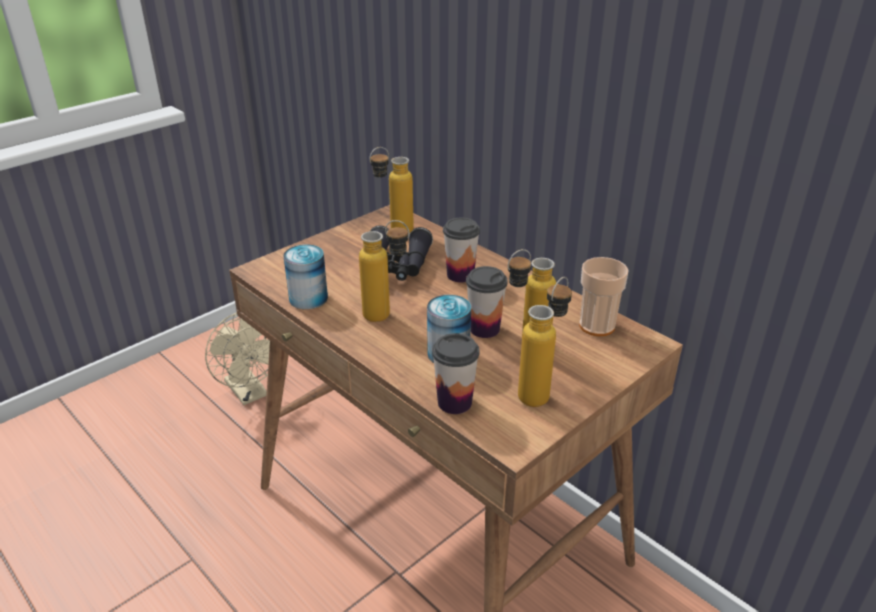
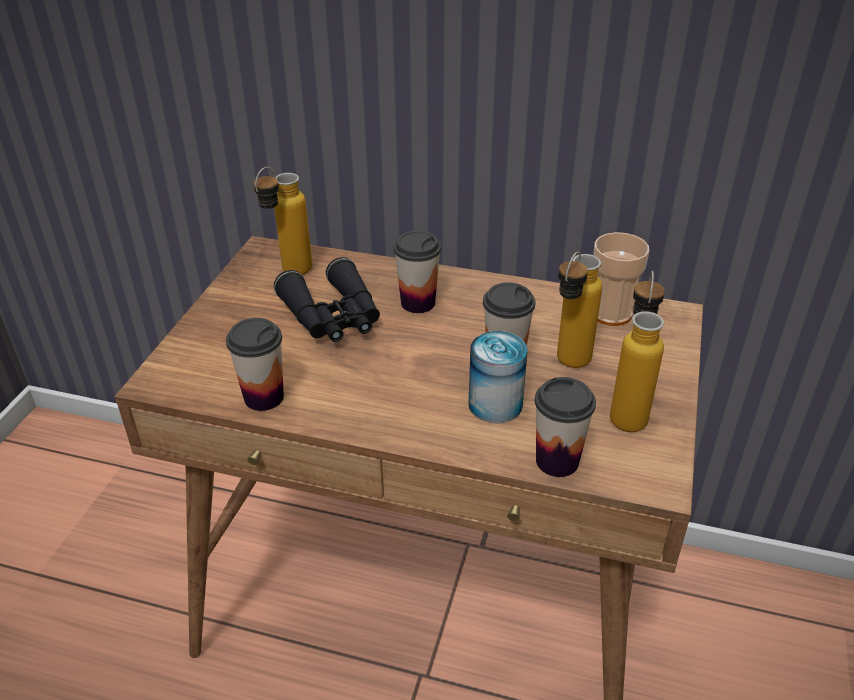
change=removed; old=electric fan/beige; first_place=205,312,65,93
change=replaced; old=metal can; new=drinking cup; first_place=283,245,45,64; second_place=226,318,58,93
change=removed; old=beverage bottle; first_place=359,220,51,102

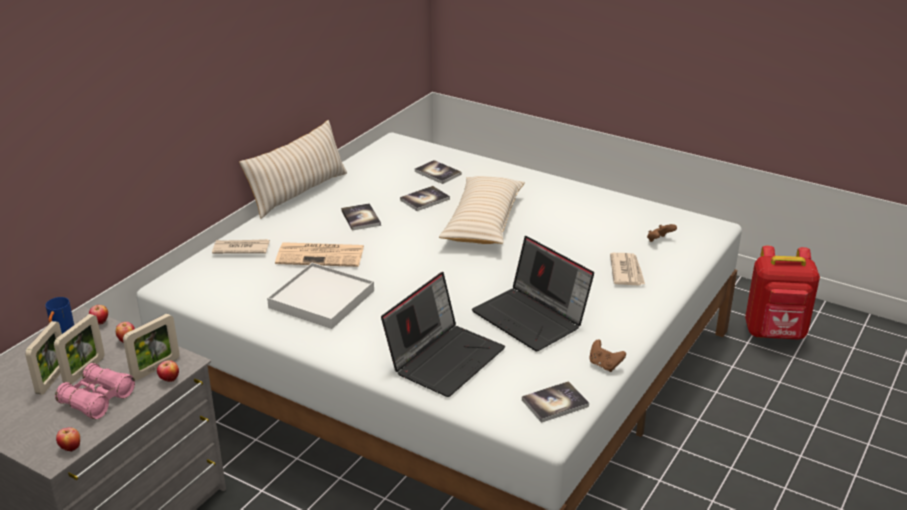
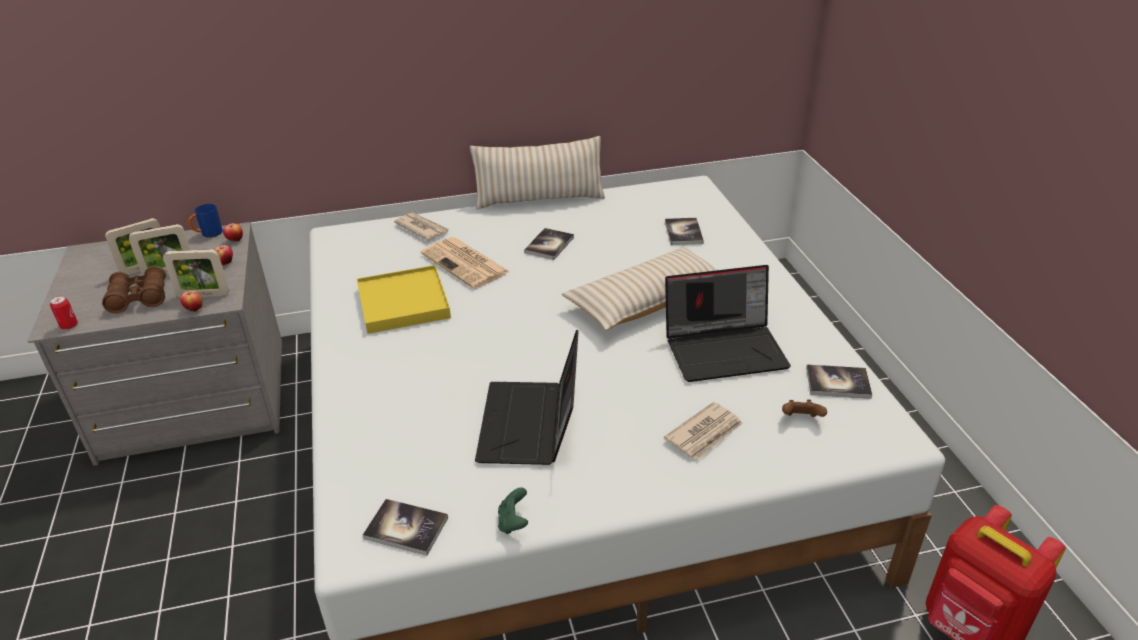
change=recoloured; old=field glasses/pink; new=field glasses/brown; first_place=55,363,80,56; second_place=102,266,64,48
change=replaced; old=apple fruit; new=metal can; first_place=56,427,24,25; second_place=50,296,28,34
change=recoloured; old=serving tray/whitish; new=serving tray/yellow-coloured; first_place=267,263,107,66; second_place=357,265,94,69
change=moved; old=notebook computer; first_place=381,272,124,125; second_place=665,265,126,117
change=moved; old=bound book; first_place=400,186,50,25; second_place=806,365,66,34
change=recoloured; old=game controller/brown; new=game controller/green; first_place=589,339,37,33; second_place=498,487,30,47

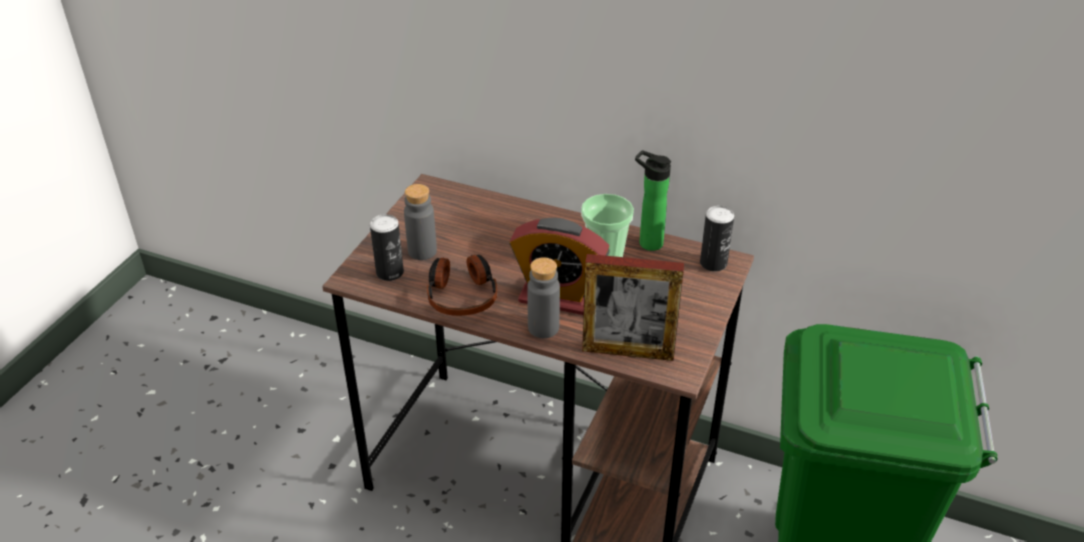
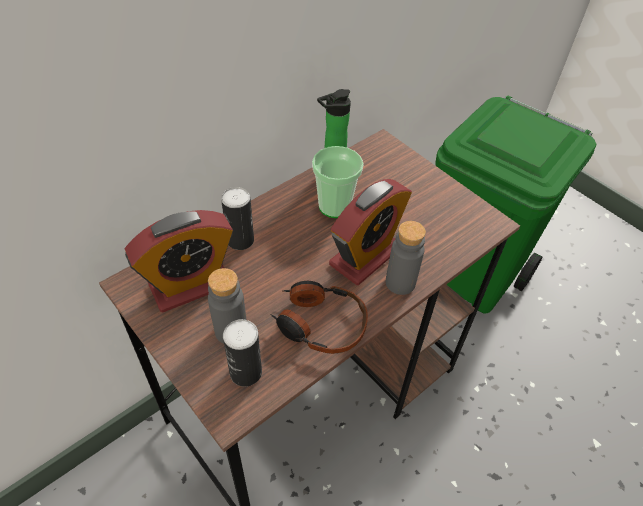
change=removed; old=picture frame; first_place=582,254,102,107
change=moved; old=metal can; first_place=700,206,34,66; second_place=221,187,33,63
change=added; new=bedside clock; second_place=125,210,108,103

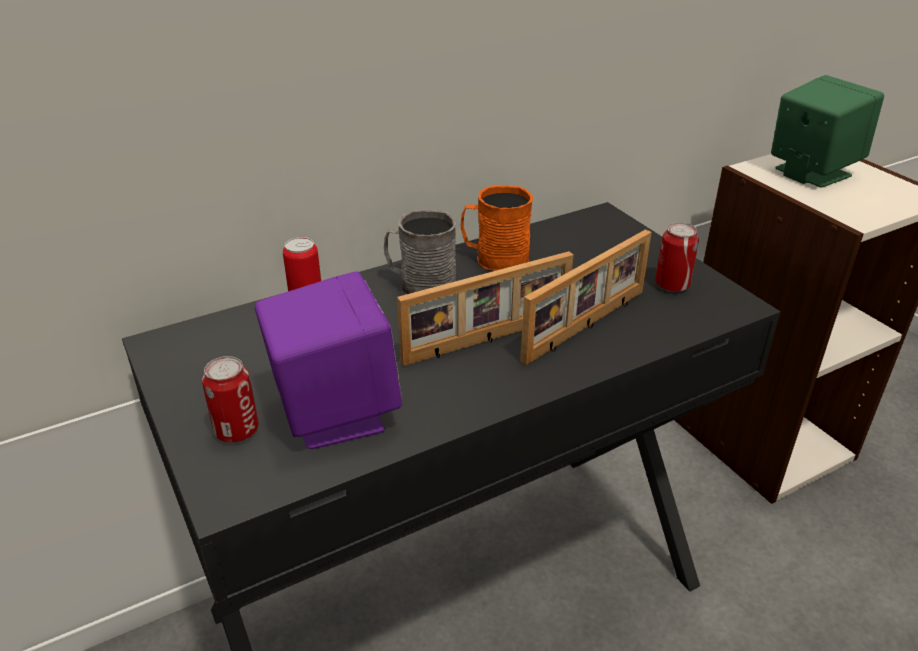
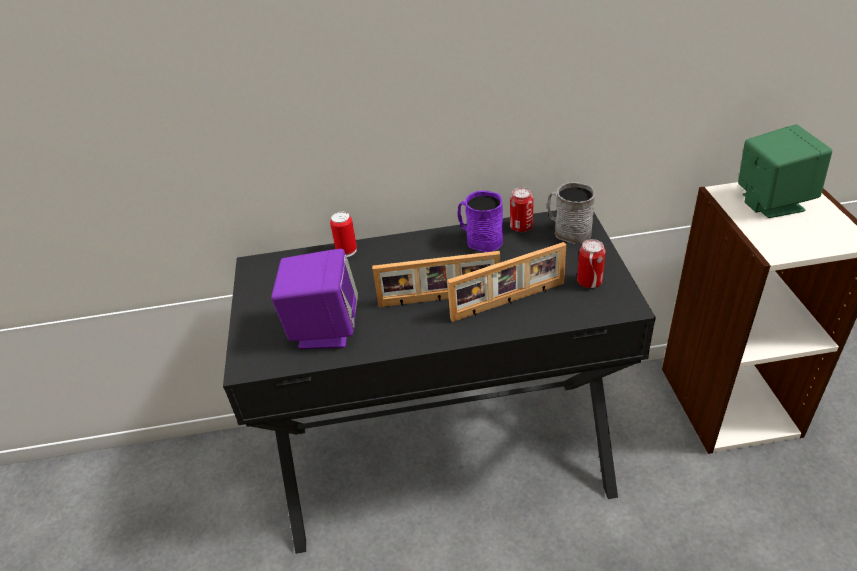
change=moved; old=metal can; first_place=202,356,57,86; second_place=510,187,23,45
change=moved; old=mug/greyish; first_place=384,209,72,86; second_place=547,182,48,62
change=recoloured; old=mug/orangey; new=mug/purple; first_place=461,185,72,86; second_place=457,191,46,61

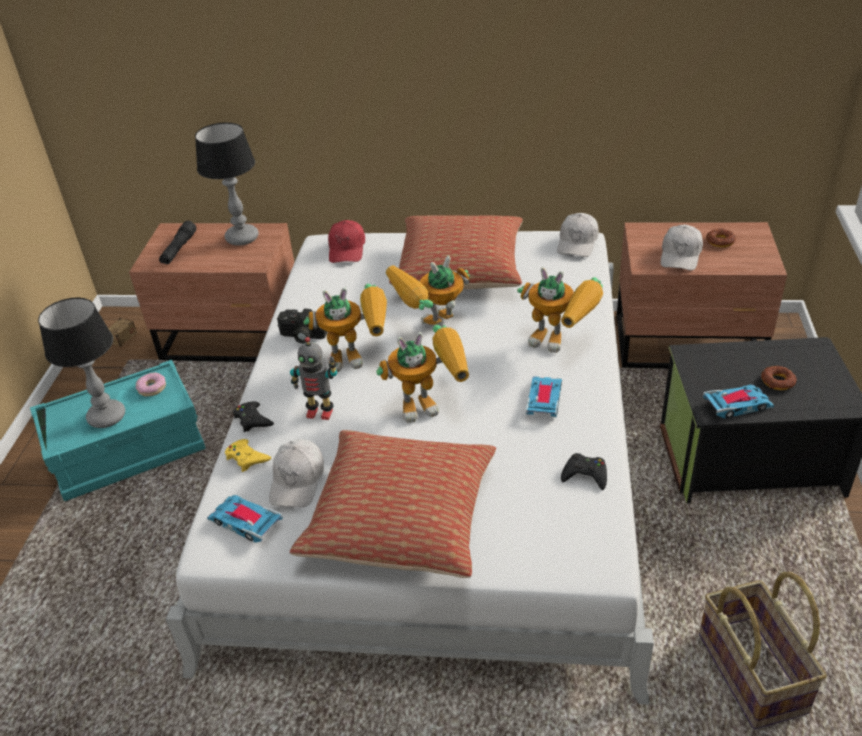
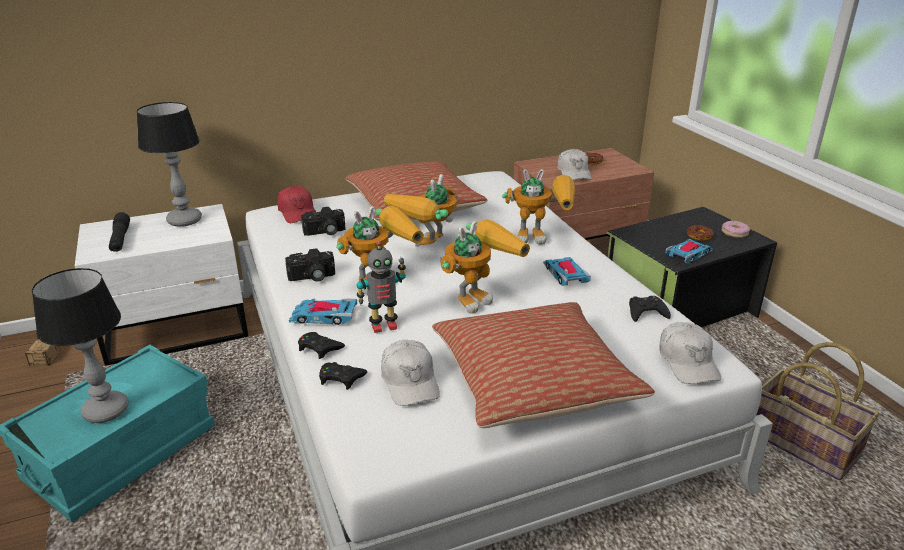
change=recoloured; old=nightstand/brown; new=nightstand/whitish; first_place=129,223,165,139; second_place=75,204,174,162
change=moved; old=donut; first_place=136,372,30,24; second_place=722,221,28,17
change=moved; old=miniature car; first_place=207,495,76,48; second_place=289,298,68,27
change=recoloured; old=game controller/yellow-coloured; new=game controller/blackish; first_place=225,439,46,33; second_place=319,362,48,28
change=moved; old=peaked cap/whitish; first_place=557,213,42,44; second_place=659,322,62,62
change=added; new=still camera; second_place=301,207,45,29

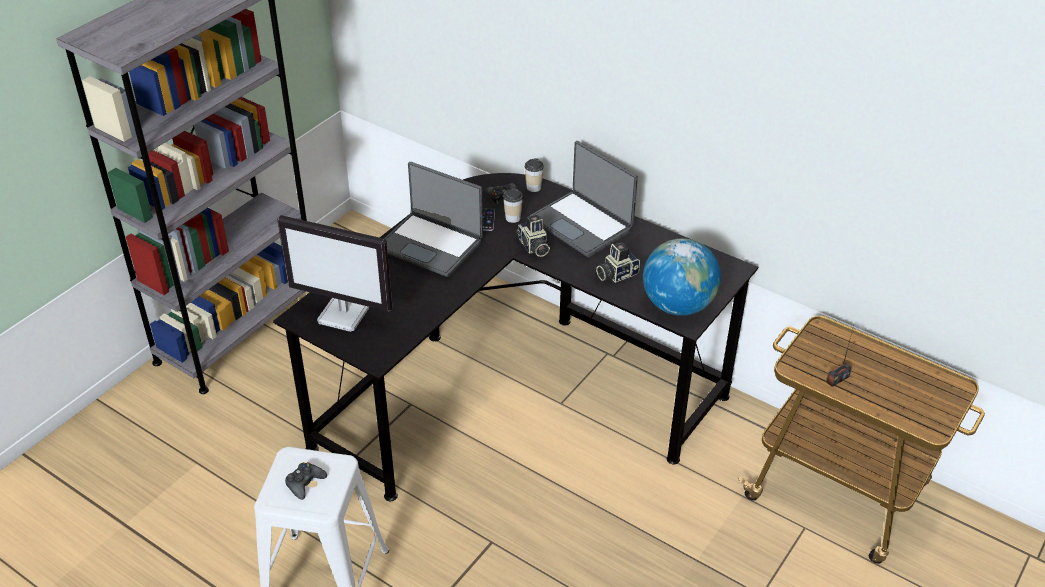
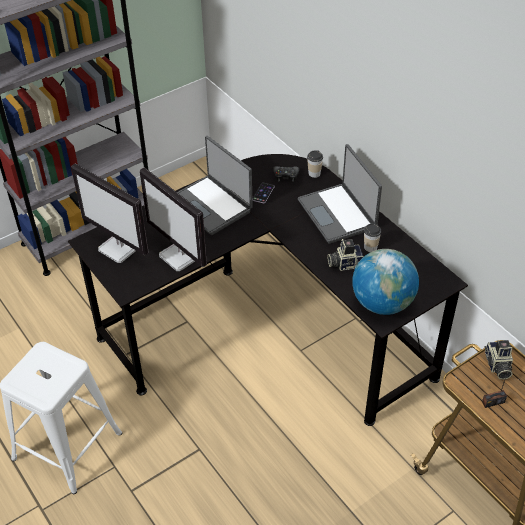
change=removed; old=game controller/blackish; first_place=285,462,42,38
change=moved; old=drinking cup; first_place=503,188,20,35; second_place=364,224,17,28
change=moved; old=still camera; first_place=516,214,34,43; second_place=485,340,28,40
change=added; new=computer display; second_place=140,168,67,103

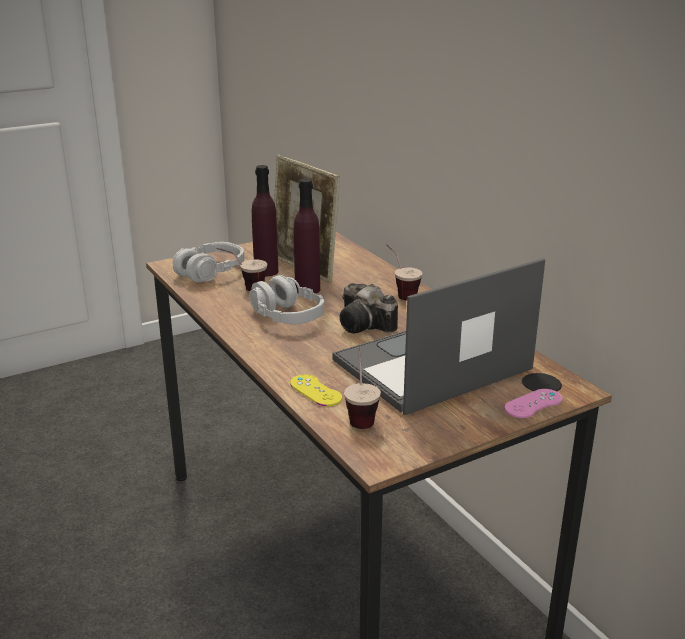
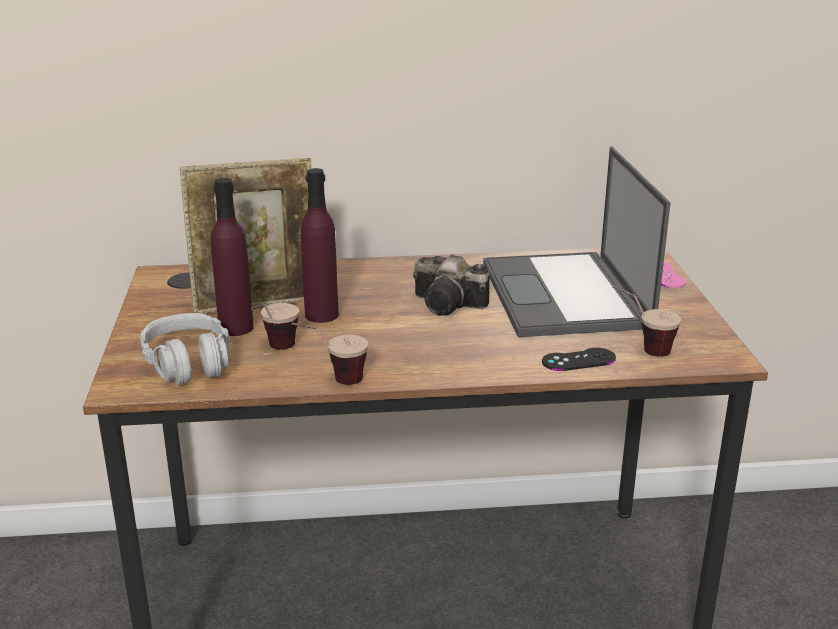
change=removed; old=headset/greyish; first_place=249,275,75,50
change=recoloured; old=game controller/yellow-coloured; new=game controller/blackish; first_place=290,375,52,31; second_place=542,348,74,23
change=turned; old=still camera; first_place=340,283,58,51; second_place=413,254,77,62; degrees=45
change=moved; old=drinking cup; first_place=386,244,36,57; second_place=292,322,76,63

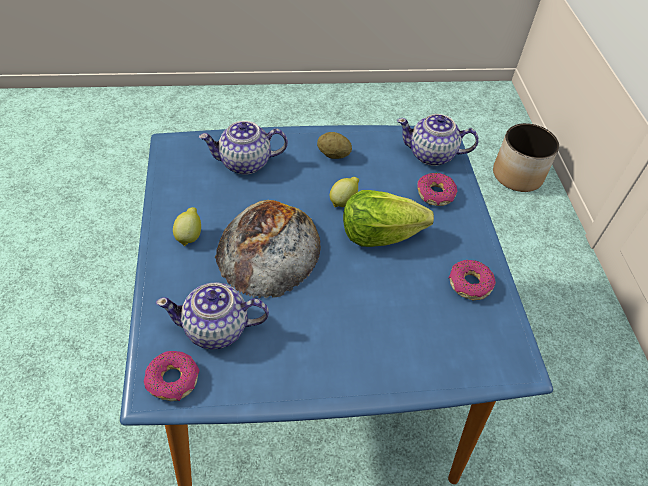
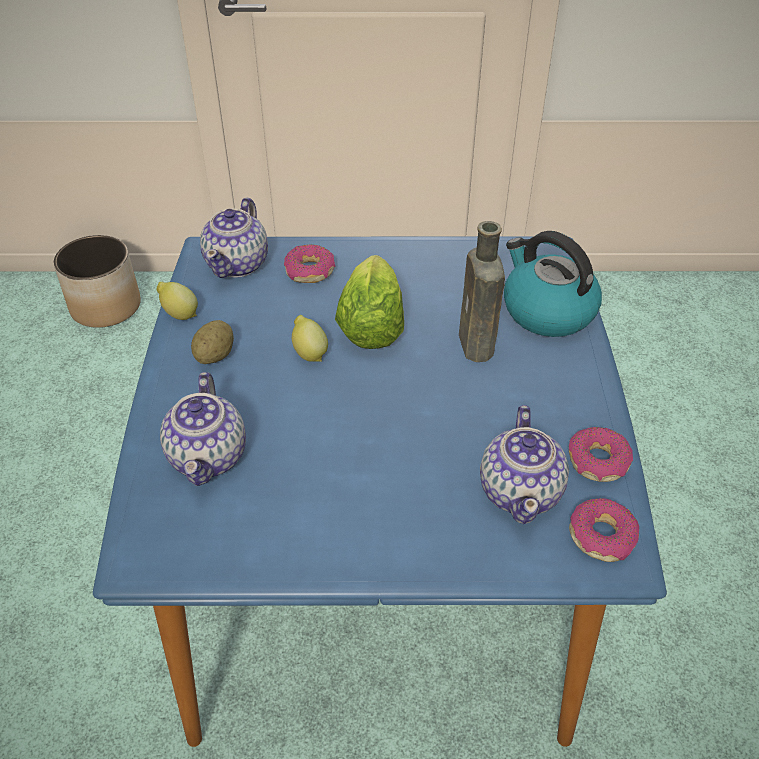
change=moved; old=citrus fruit; first_place=173,207,28,39; second_place=157,282,41,38
change=removed; old=bakery bread; first_place=215,200,106,99
change=moved; old=donut; first_place=449,260,47,40; second_place=569,427,64,55
change=added; new=beverage bottle/brown; second_place=459,221,46,141
change=added; new=kettle; second_place=504,231,98,106

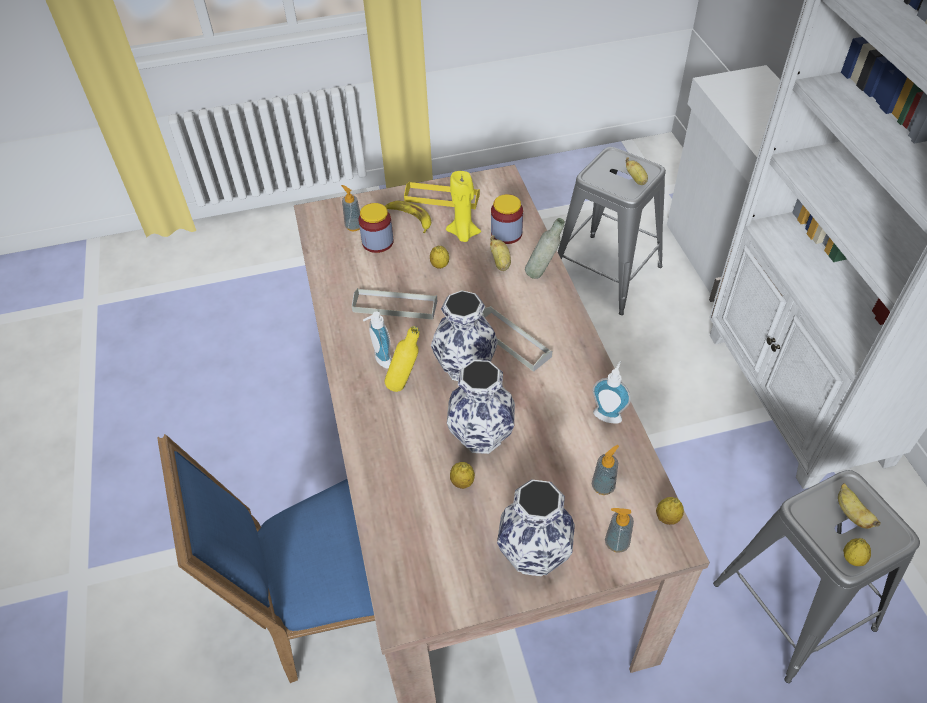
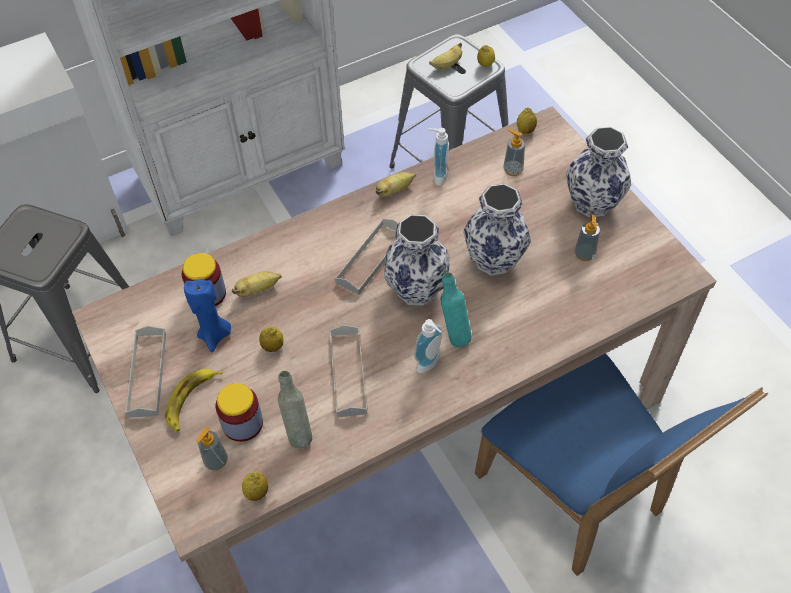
change=recoloured; old=beverage bottle/yellow-coloured; new=beverage bottle/blue-green; first_place=385,326,35,66; second_place=441,273,31,74
change=recoloured; old=serving tray/yellow-coloured; new=serving tray/greyish; first_place=404,181,76,28; second_place=125,326,41,92
change=recoloured; old=candle/yellow-coloured; new=candle/blue-coloured; first_place=446,171,35,71; second_place=184,280,47,72
change=moved; old=citrus fruit; first_place=450,462,25,27; second_place=242,472,26,29
change=moved; old=beverage bottle/greyish; first_place=525,218,40,61; second_place=278,371,34,77
change=moved; old=liquid soap bottle; first_place=605,508,29,45; second_place=575,215,25,46
change=moved; old=whole banana; first_place=625,157,23,28; second_place=376,172,40,25

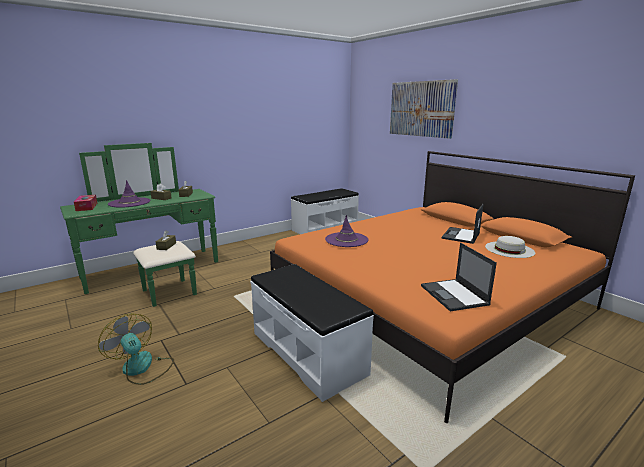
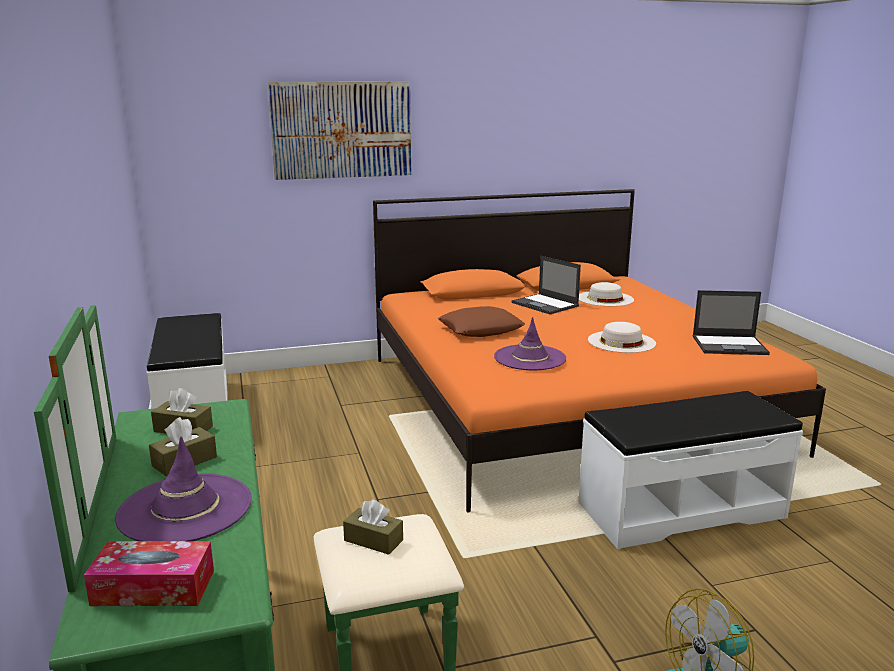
change=added; new=pillow/brown; second_place=438,306,87,31
change=added; new=wearable hat/whitish; second_place=588,322,68,31

